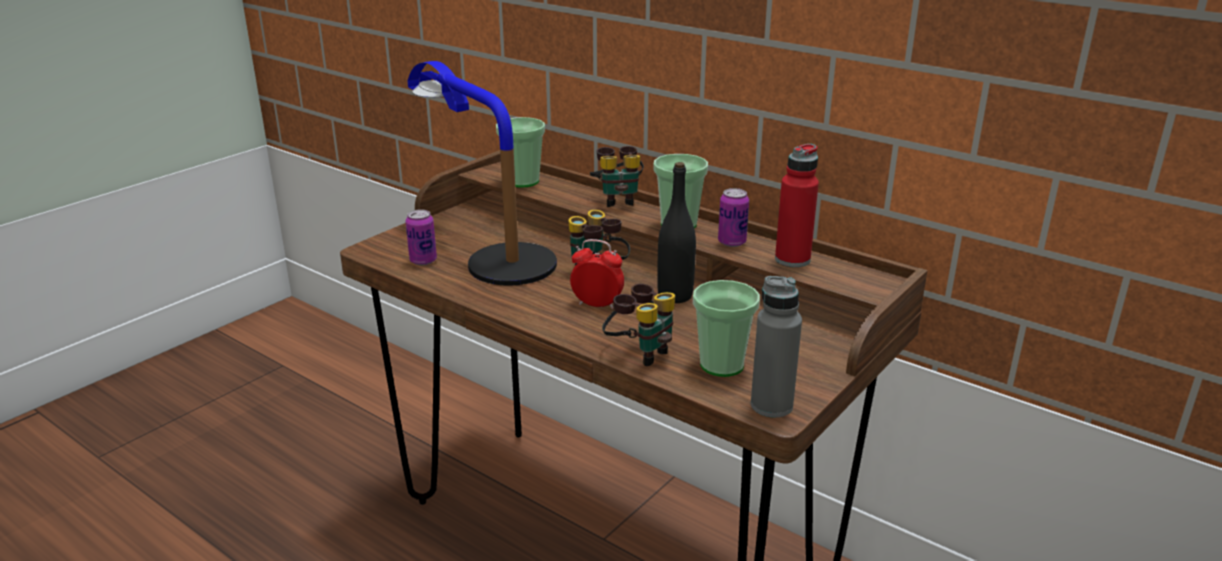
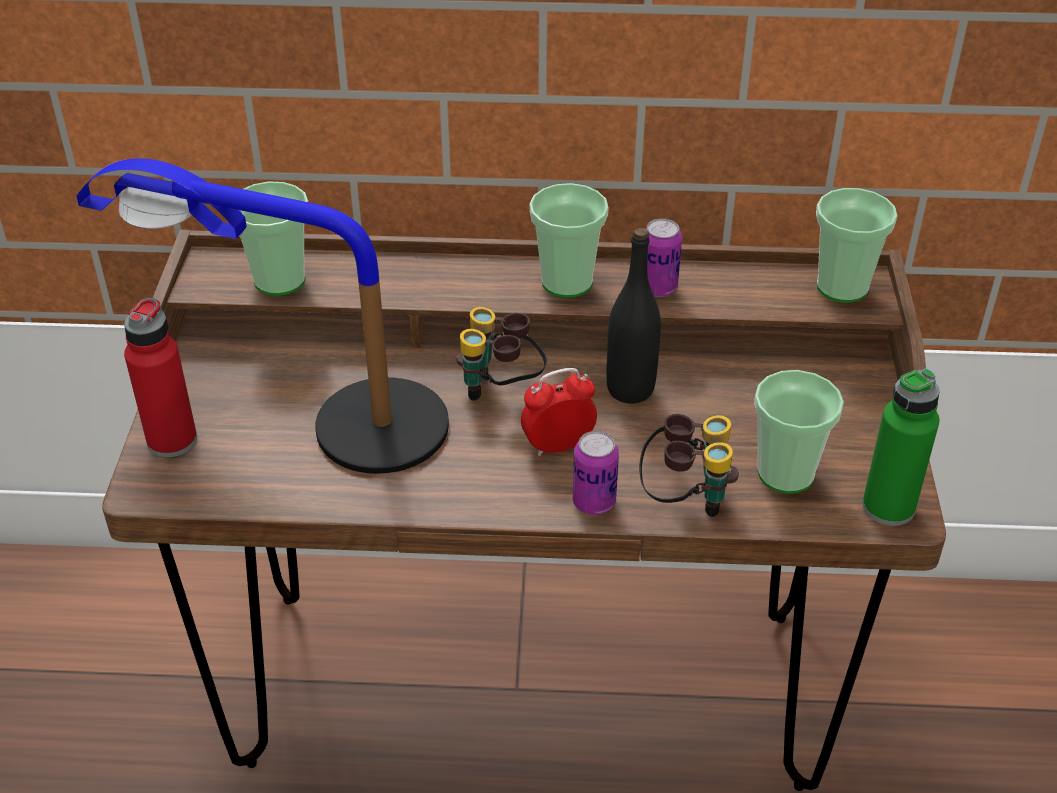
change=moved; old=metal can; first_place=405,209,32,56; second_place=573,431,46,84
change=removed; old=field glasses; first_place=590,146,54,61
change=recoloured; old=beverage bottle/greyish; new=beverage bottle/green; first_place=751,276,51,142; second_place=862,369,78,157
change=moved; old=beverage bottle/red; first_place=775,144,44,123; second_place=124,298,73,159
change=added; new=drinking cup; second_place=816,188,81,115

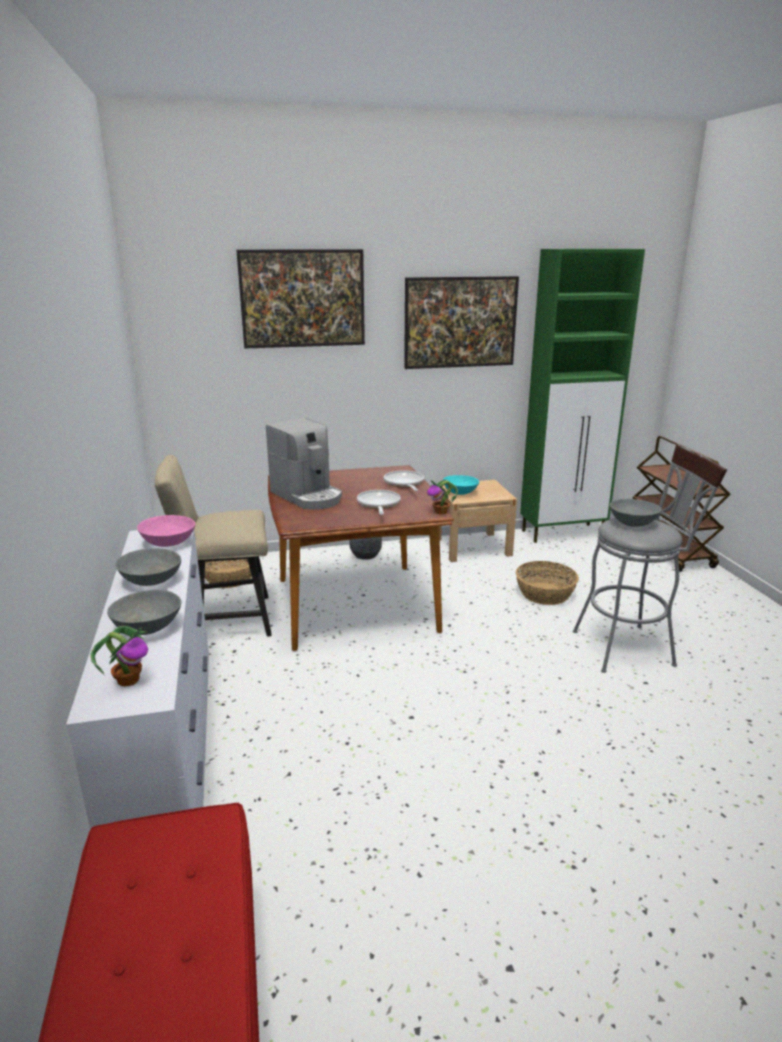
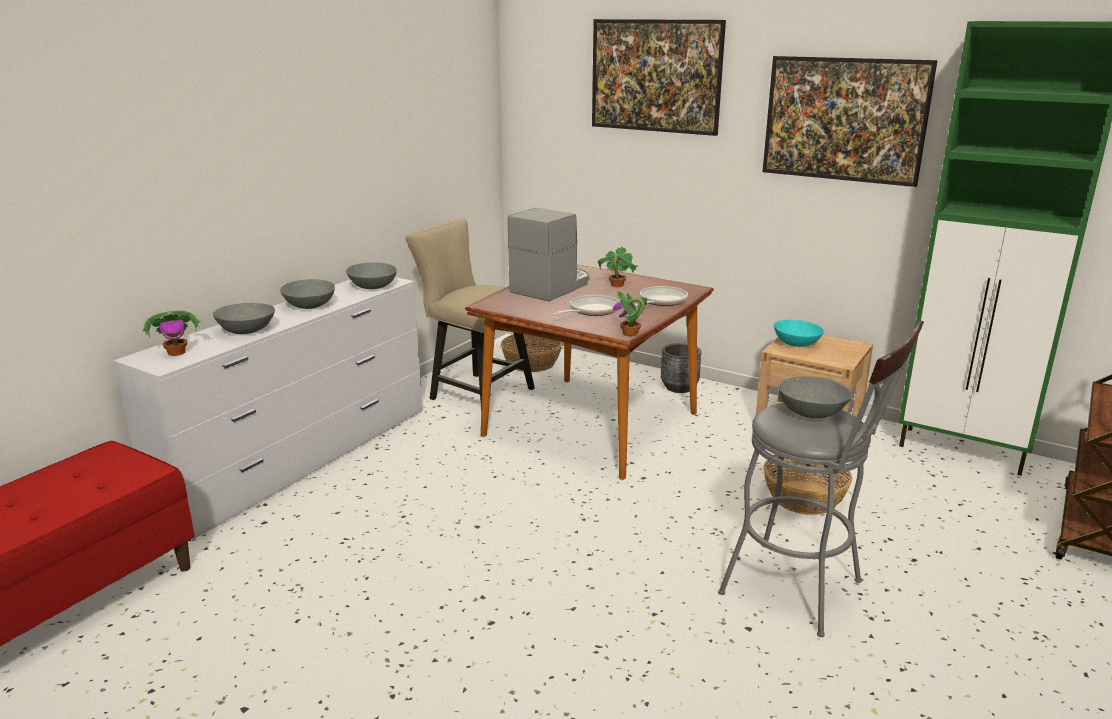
change=recoloured; old=serving bowl/pink; new=serving bowl/greyish; first_place=137,515,58,32; second_place=346,262,51,27
change=turned; old=coffee machine; first_place=266,418,76,92; second_place=508,208,82,93; degrees=-150
change=added; new=plant in a pot; second_place=598,247,41,40

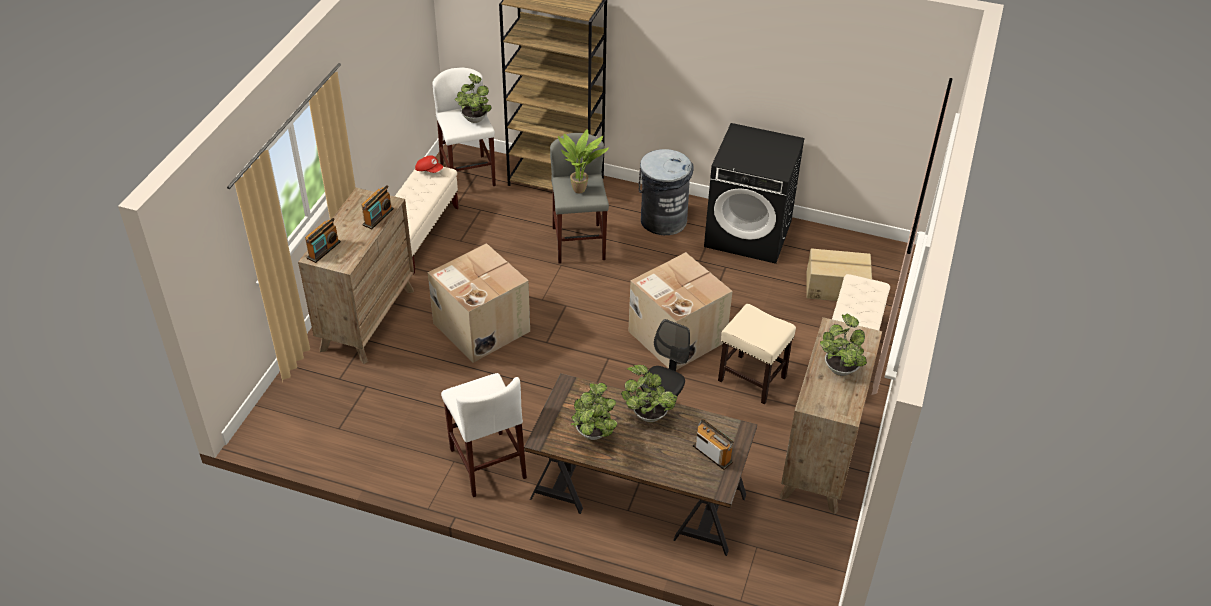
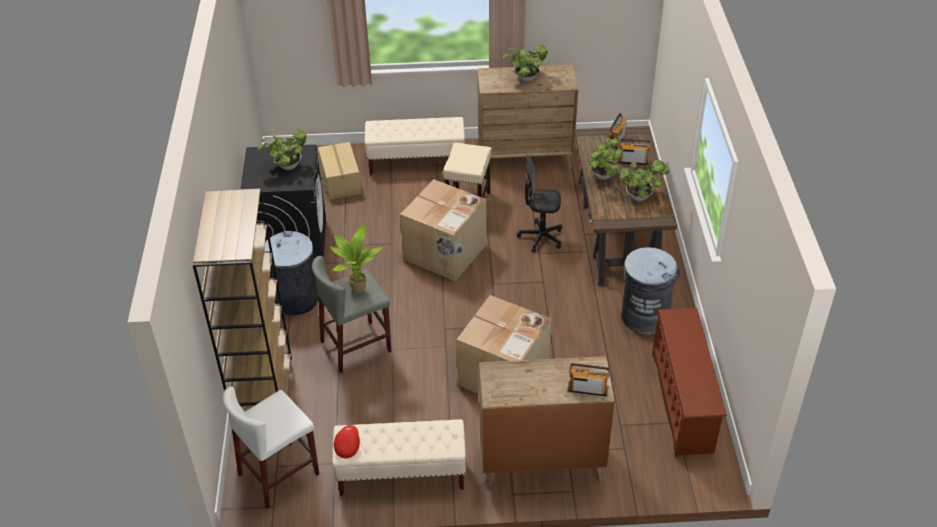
change=moved; old=radio set; first_place=361,185,33,44; second_place=618,139,33,26
change=replaced; old=stool/whitish; new=rubbish bin/greyish; first_place=441,373,86,124; second_place=621,247,60,88
change=moved; old=plant in a pot; first_place=455,74,37,49; second_place=258,129,49,41
change=added; new=shoe shelf/brown; second_place=652,308,75,149

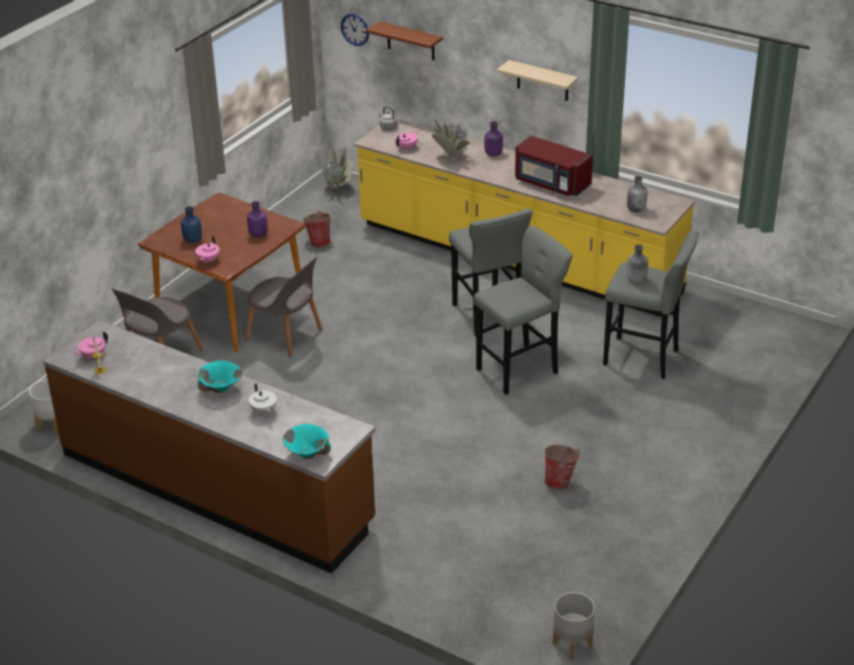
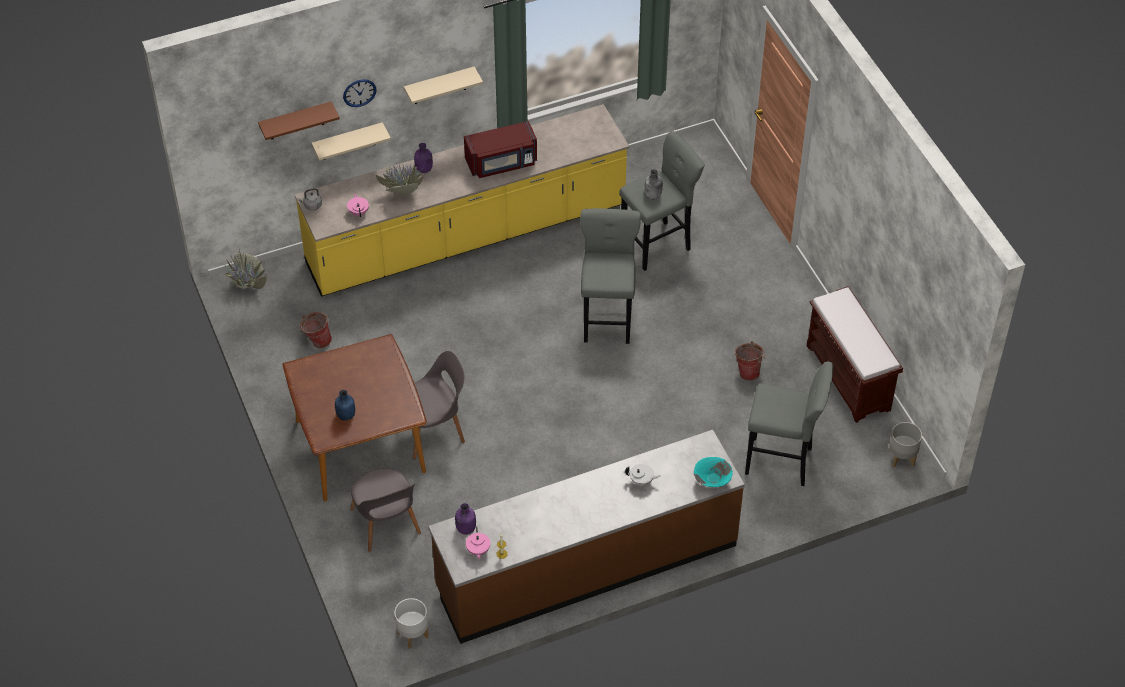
change=removed; old=tea pot/pink; first_place=195,236,25,28
change=removed; old=serving bowl/blue-green; first_place=198,360,44,33
change=moved; old=beverage bottle/purple; first_place=247,201,21,36; second_place=455,503,21,32
change=moved; old=wall clock; first_place=341,14,28,32; second_place=343,79,34,28
change=moved; old=stool/greyish; first_place=449,208,84,128; second_place=745,362,88,124
change=removed; old=beverage bottle/greyish; first_place=627,176,20,36
change=added; new=bracket shelf/beige; second_place=312,122,79,39
change=added; new=indoor bench/brown; second_place=807,286,96,137

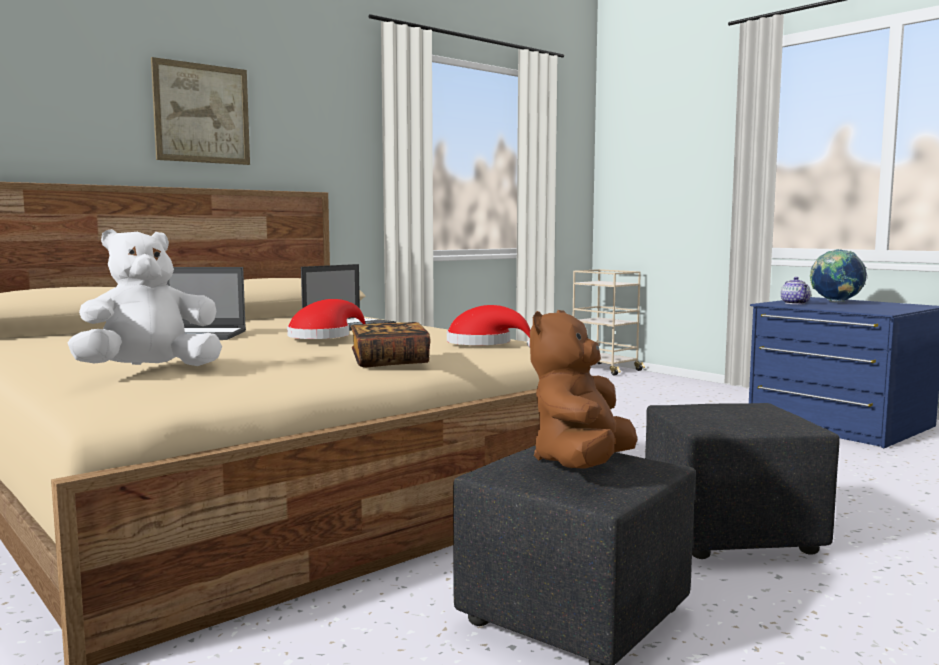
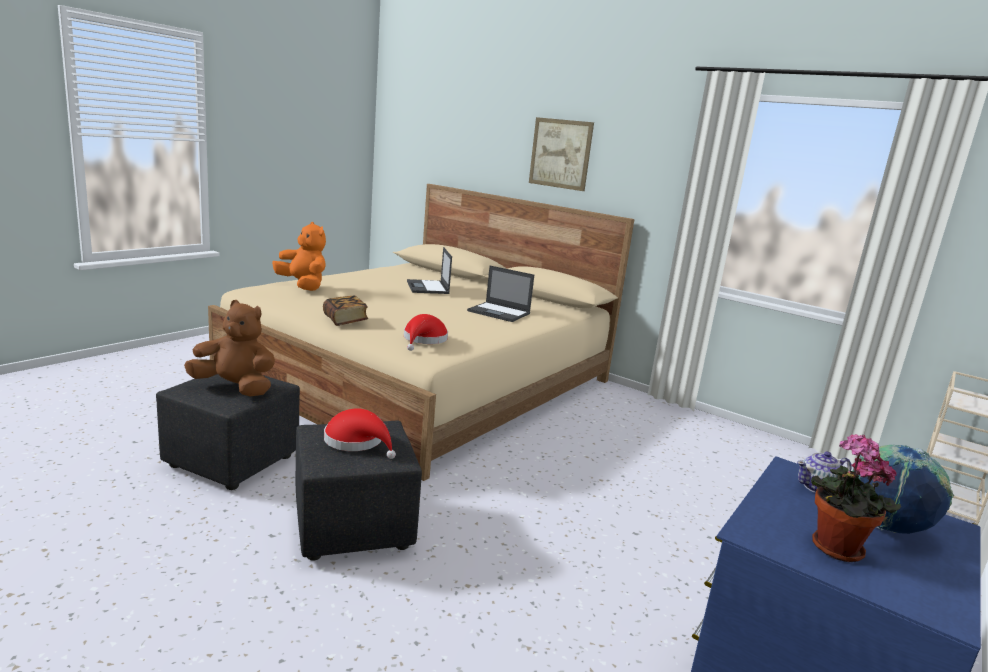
change=recoloured; old=cuddly toy/whitish; new=cuddly toy/orangey; first_place=67,229,155,137; second_place=272,222,54,69
change=moved; old=wearable hat/red; first_place=287,299,79,40; second_place=324,408,72,51
change=added; new=plant in a pot; second_place=811,434,90,128

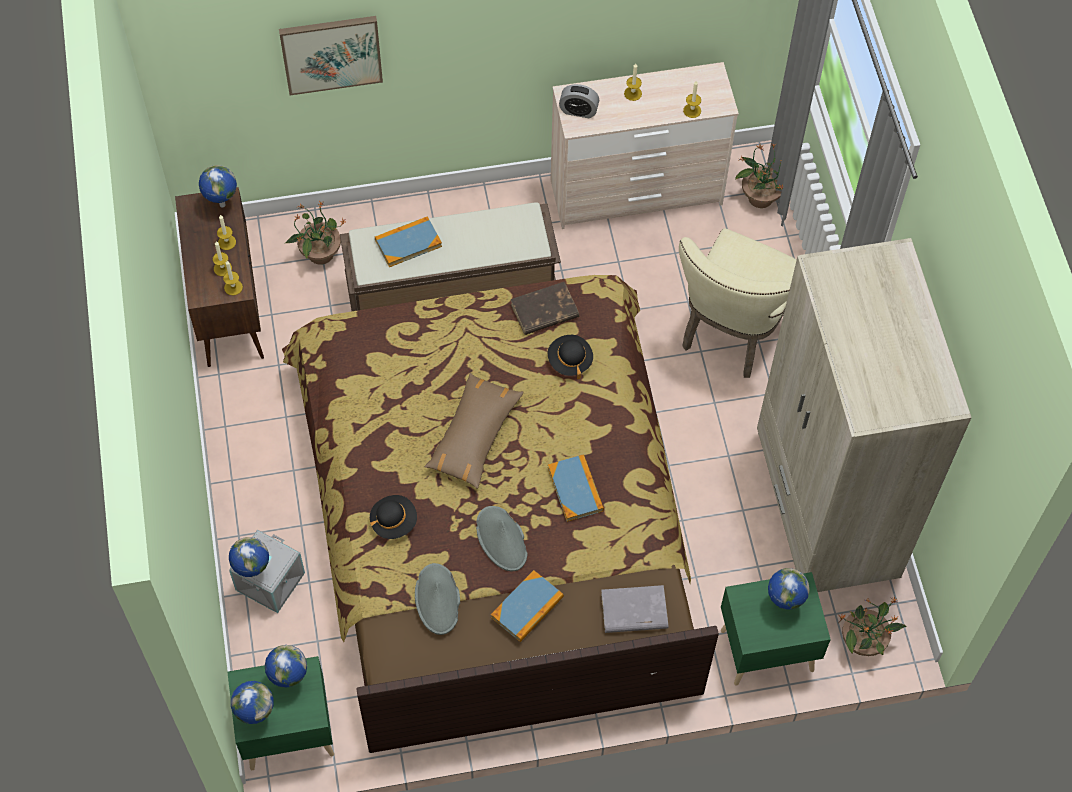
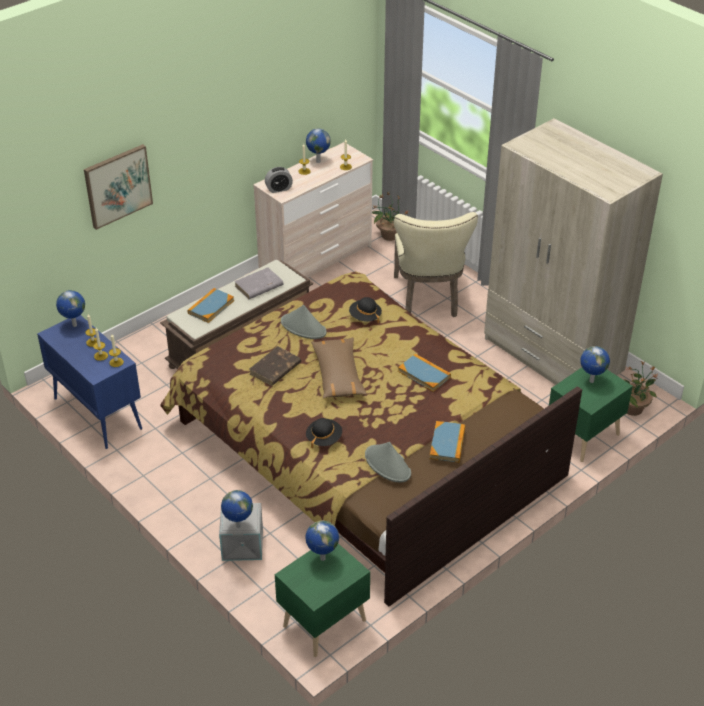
change=recoloured; old=cupboard/brown; new=cupboard/blue-coloured; first_place=175,187,89,180; second_place=37,315,105,134
change=moved; old=world globe; first_place=231,681,43,43; second_place=306,129,25,34
change=removed; old=plant in a pot; first_place=285,201,61,64
change=moved; old=wearable hat/greyish; first_place=476,506,52,65; second_place=281,305,46,34
change=moved; old=bound book/brown; first_place=510,282,69,53; second_place=250,346,51,40
change=moved; old=bound book/greyish; first_place=601,585,67,48; second_place=234,267,49,32

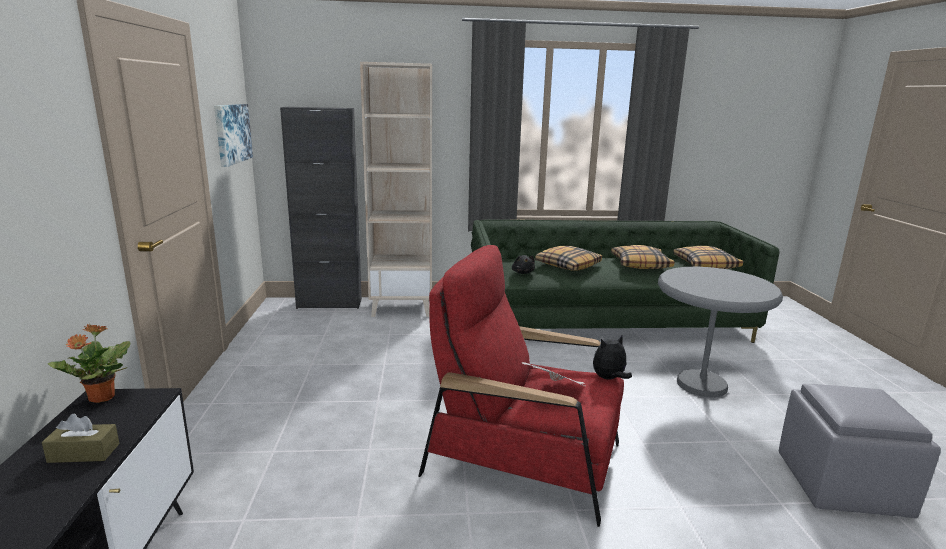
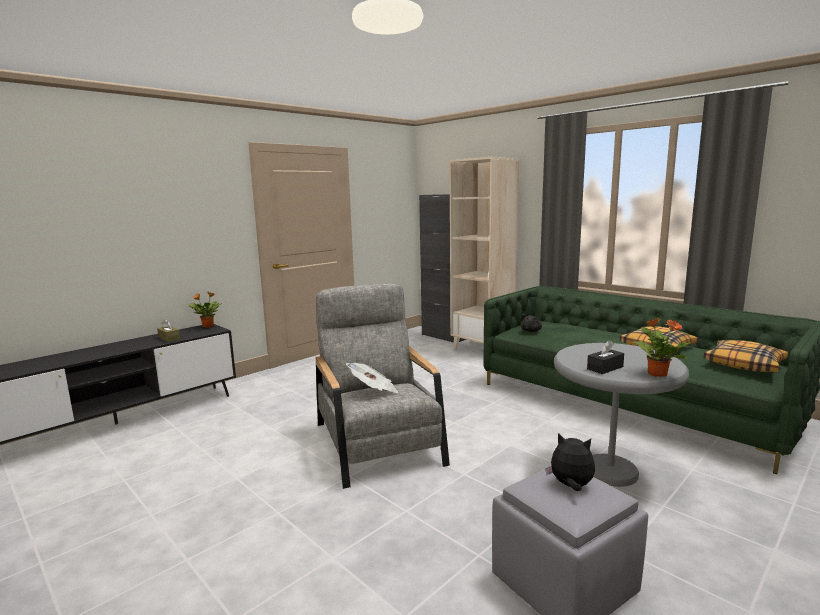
change=removed; old=wall art; first_place=214,104,39,63
change=recoloured; old=easy chair/red; new=easy chair/greyish; first_place=418,245,206,282; second_place=316,284,134,205
change=removed; old=pillow; first_place=535,246,67,25
change=moved; old=cuddly toy; first_place=593,336,39,44; second_place=545,433,50,58
change=added; new=tissue holder/blackish; second_place=587,341,37,33
change=added; new=plant in a pot; second_place=632,318,59,59

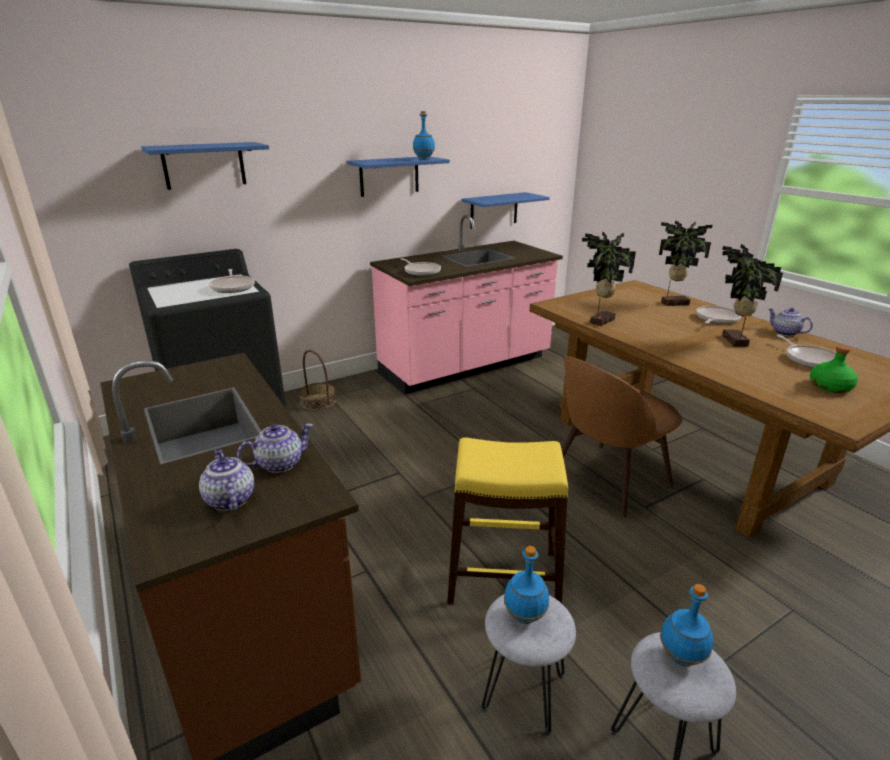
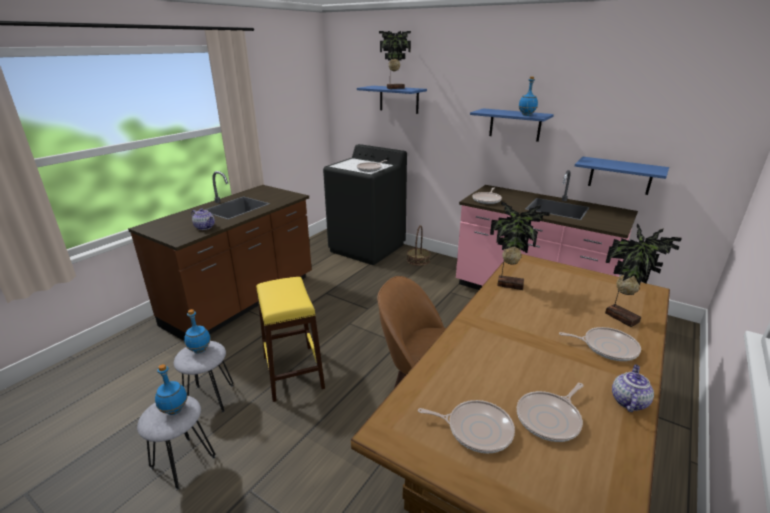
change=removed; old=tea pot; first_place=199,449,55,62
change=moved; old=plant in a pot; first_place=722,244,61,103; second_place=379,31,32,58
change=replaced; old=beverage bottle/green; new=skillet; first_place=810,346,48,47; second_place=418,400,97,53

